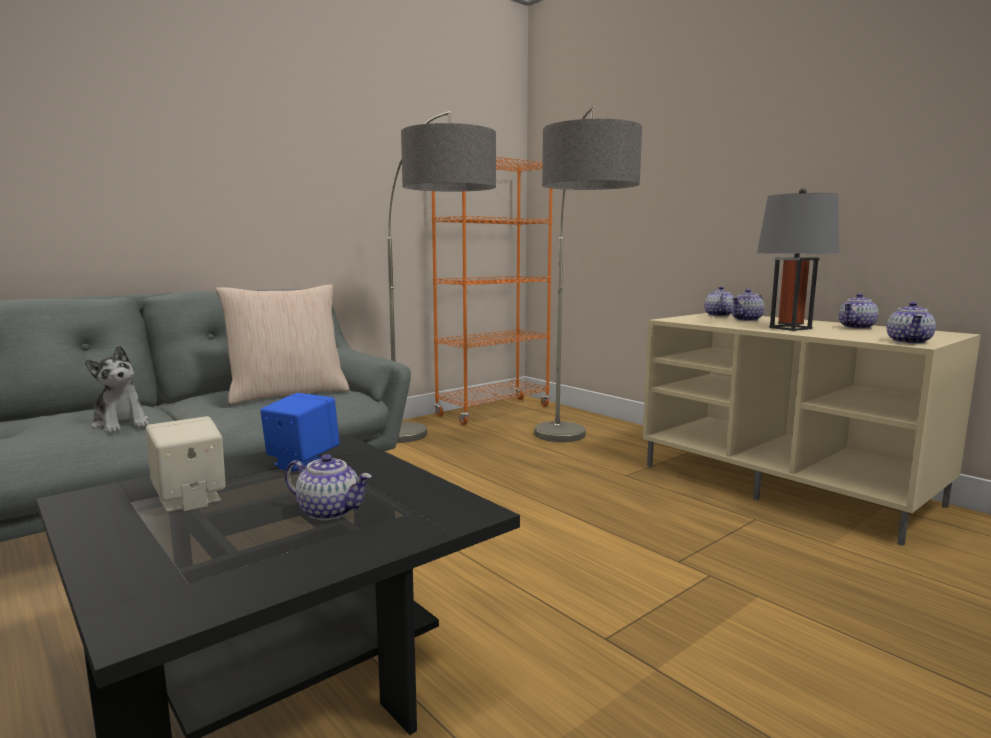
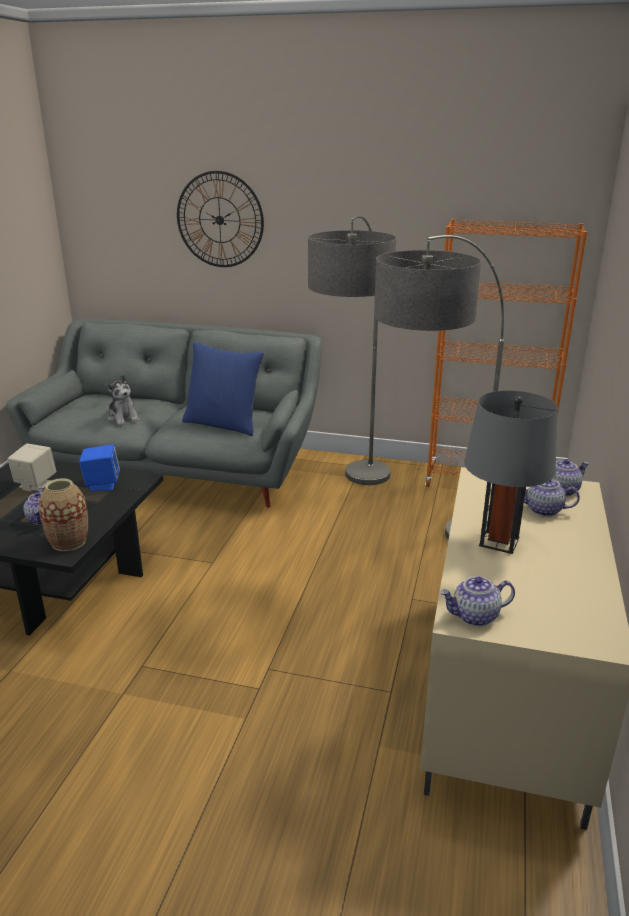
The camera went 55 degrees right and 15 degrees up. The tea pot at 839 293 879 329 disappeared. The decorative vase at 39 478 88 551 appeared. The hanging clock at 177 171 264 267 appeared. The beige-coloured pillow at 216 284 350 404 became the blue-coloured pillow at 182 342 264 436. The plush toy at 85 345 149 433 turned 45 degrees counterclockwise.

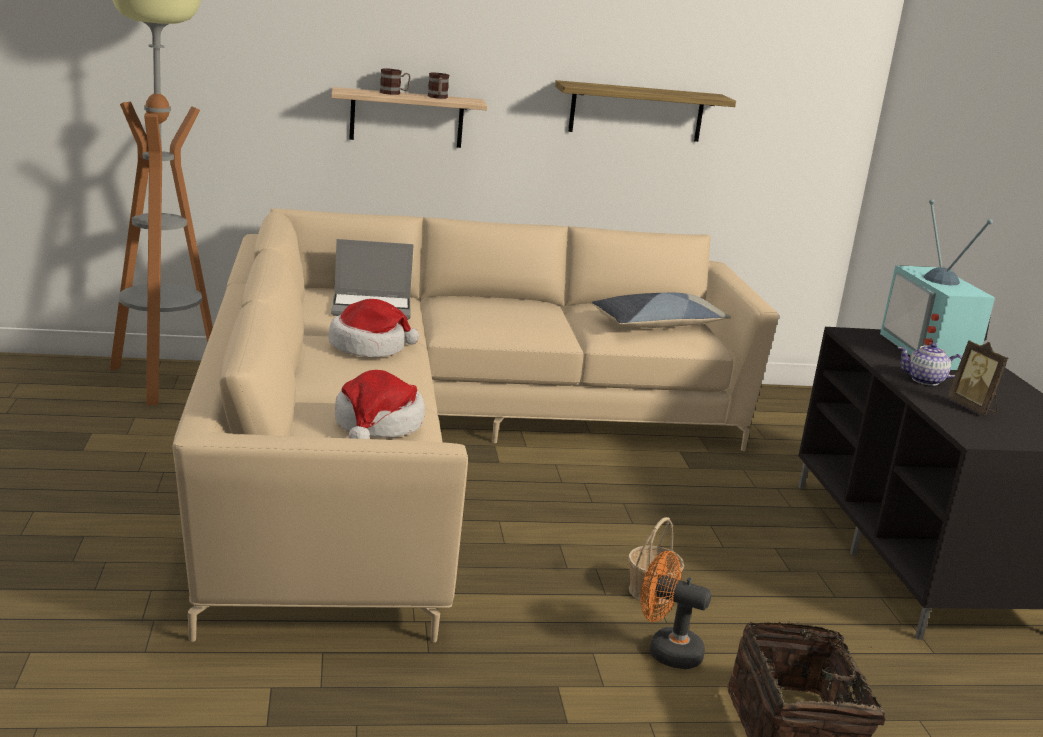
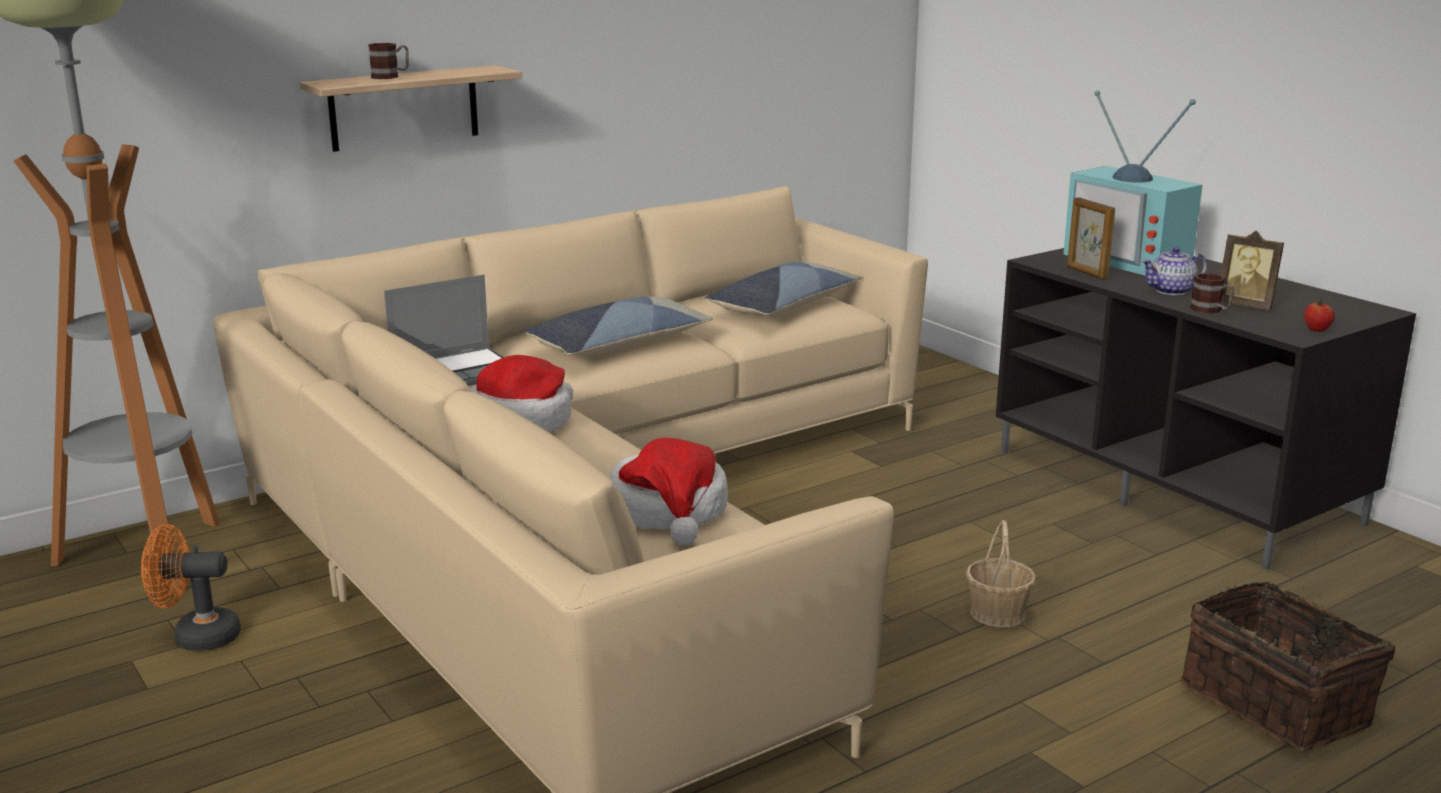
The camera went 25 degrees left and 0 degrees up. The shelf at 555 80 736 142 disappeared. The pillow at 524 297 712 355 appeared. The photo frame at 1067 197 1115 279 appeared. The apple fruit at 1304 298 1335 332 appeared. The tea mug moved from 428 73 449 99 to 1190 273 1234 313. The orange-coloured cooling fan moved from 640 551 712 669 to 141 524 241 651.

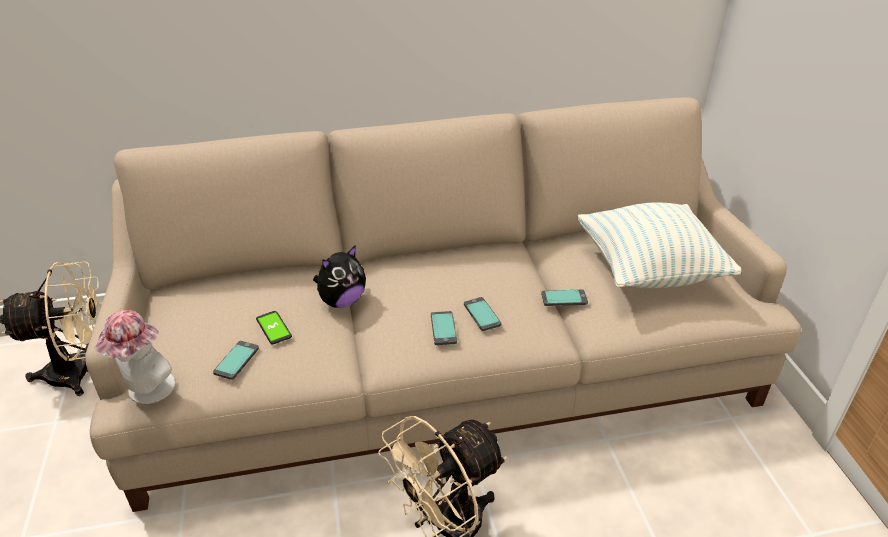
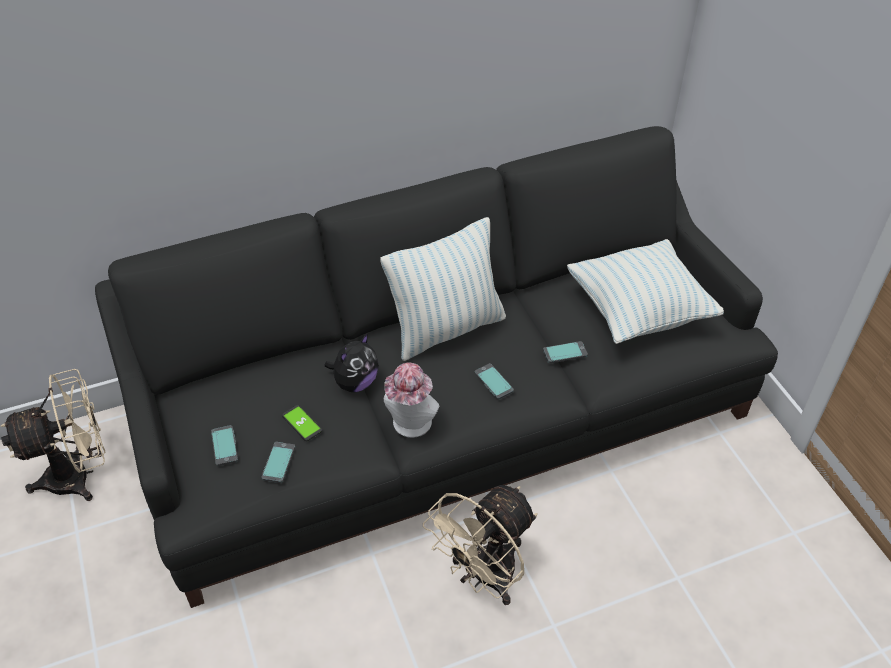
The camera went 10 degrees left and 10 degrees up. The pillow at 380 217 506 361 appeared. The hat moved from 94 310 175 404 to 384 363 439 438. The telephone moved from 431 311 457 345 to 211 425 238 466. The beige-coloured couch at 85 97 801 512 became the black couch at 95 126 778 608.

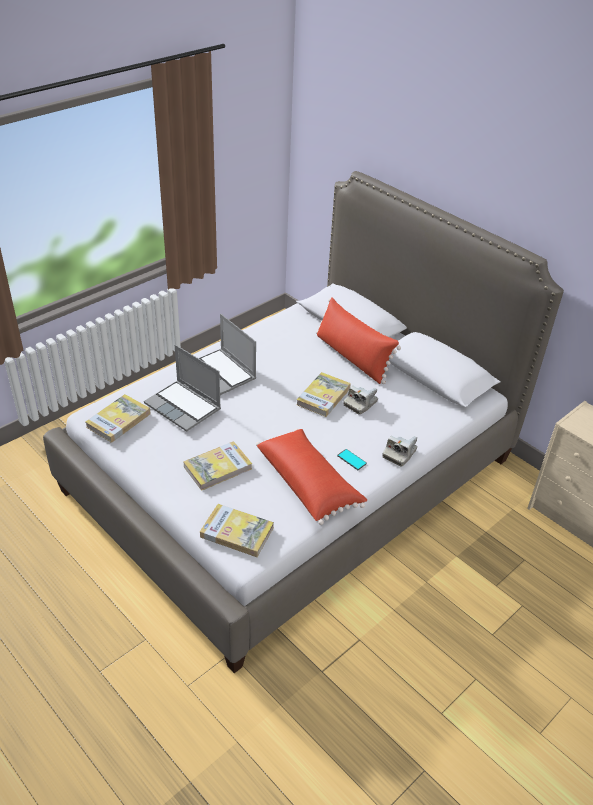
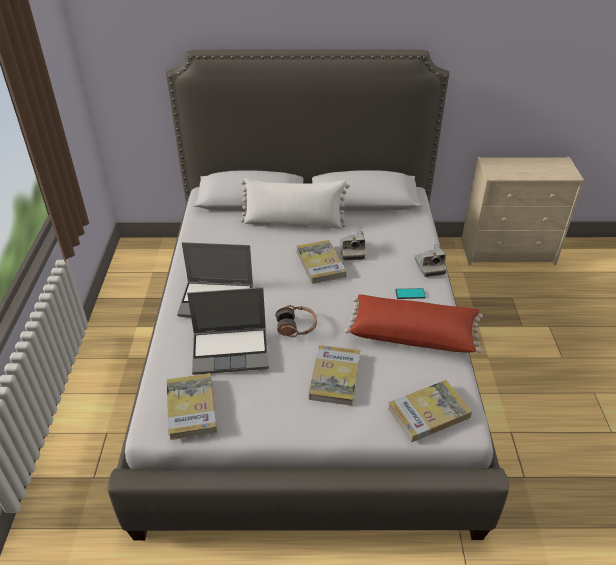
The camera went 45 degrees left and 0 degrees up. The headphones at 276 305 317 337 appeared. The reddish pillow at 316 297 401 384 became the white pillow at 240 178 349 229.

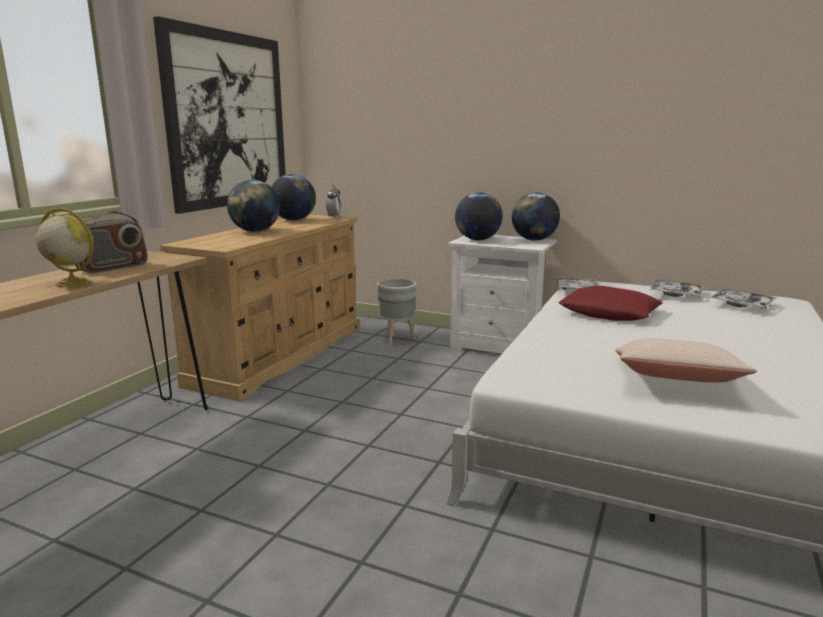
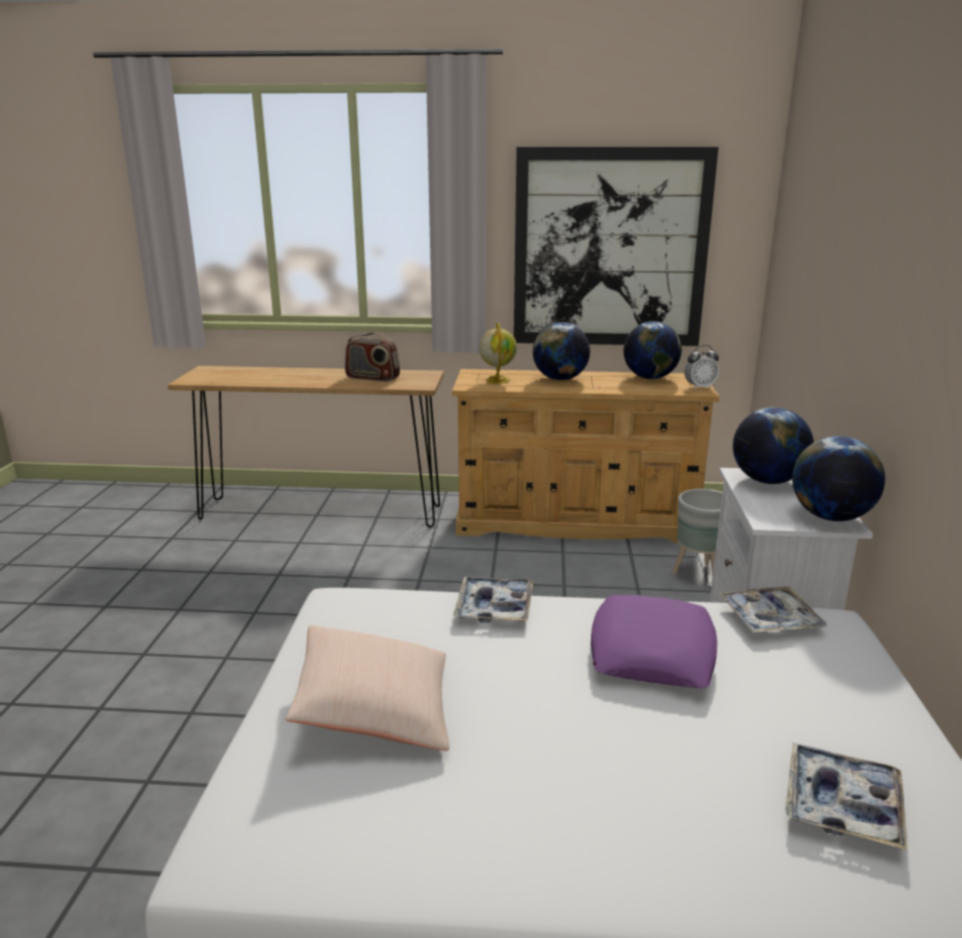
The camera went 70 degrees right and 5 degrees up. The desk globe moved from 36 208 93 288 to 479 323 517 384. The carrying tray moved from 650 280 704 297 to 453 577 533 623. The reddish pillow at 558 286 663 321 became the purplish pillow at 591 595 717 688.

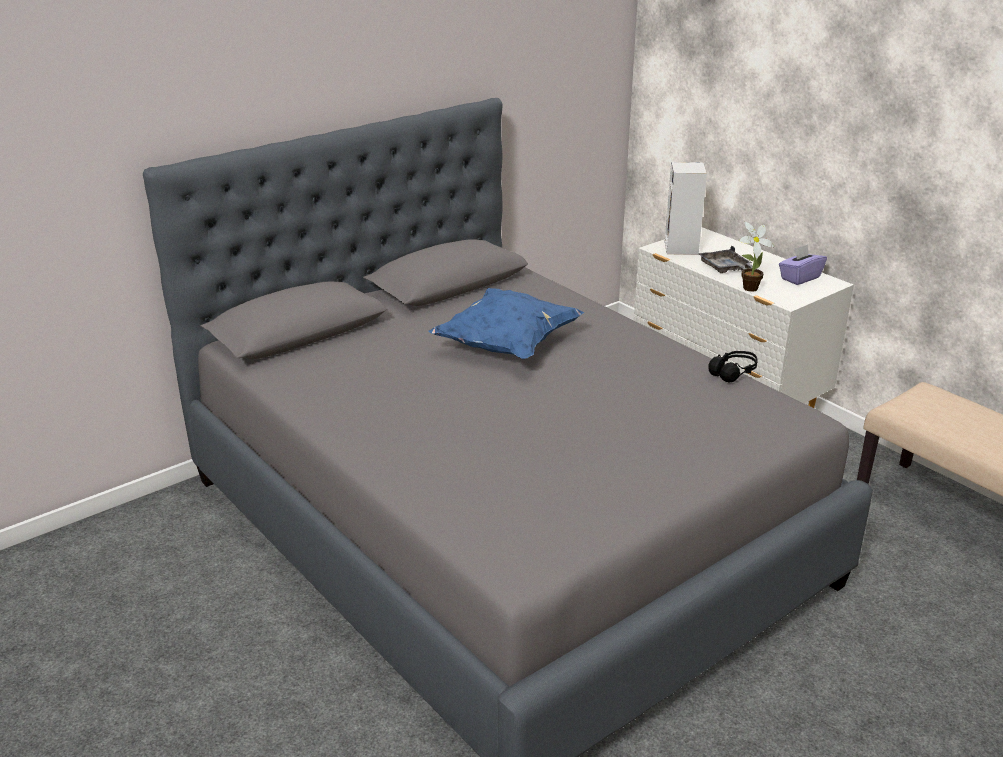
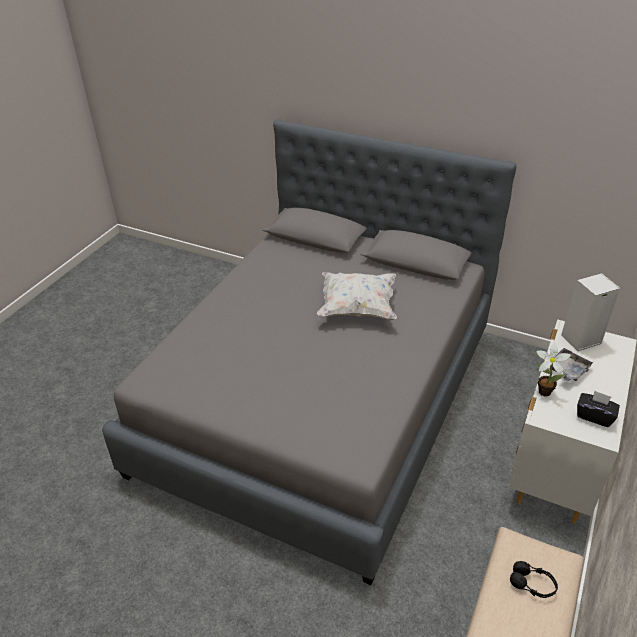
The camera went 65 degrees right and 10 degrees up. The black headphones moved from 708 351 757 382 to 510 561 558 598. The blue-coloured pillow at 429 288 584 359 became the white pillow at 317 272 397 320. The purplish tissue box at 779 244 827 285 became the black tissue box at 577 391 620 427.

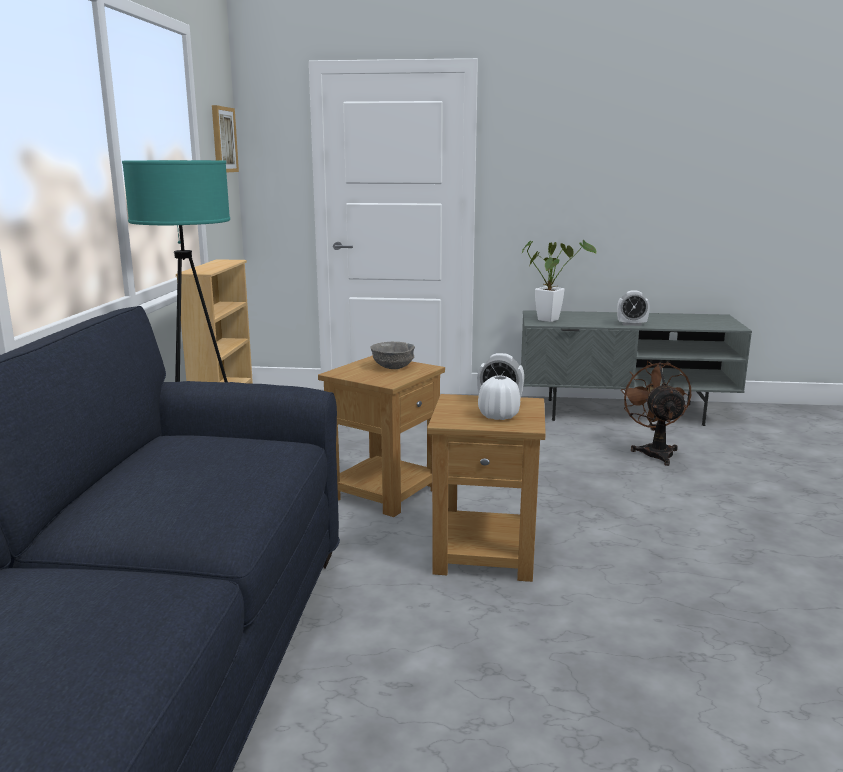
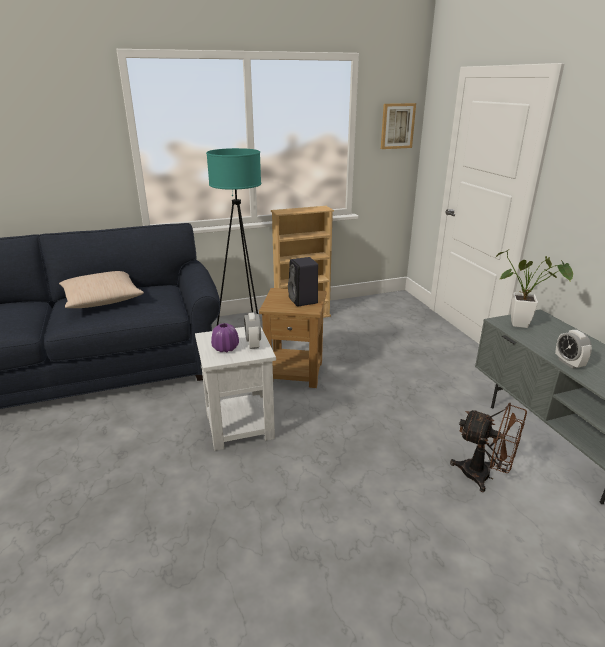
The camera went 65 degrees right and 10 degrees up. The beige-coloured pillow at 59 271 144 308 appeared. The gray deep dish at 370 342 415 369 was replaced by the black speaker at 288 257 318 306. The brown-coloured accent table at 427 394 546 582 became the white accent table at 195 327 276 451. The white decorative vase at 478 375 520 420 became the purplish decorative vase at 211 323 239 353. The brown-coloured cooling fan at 621 361 691 466 turned 60 degrees clockwise.

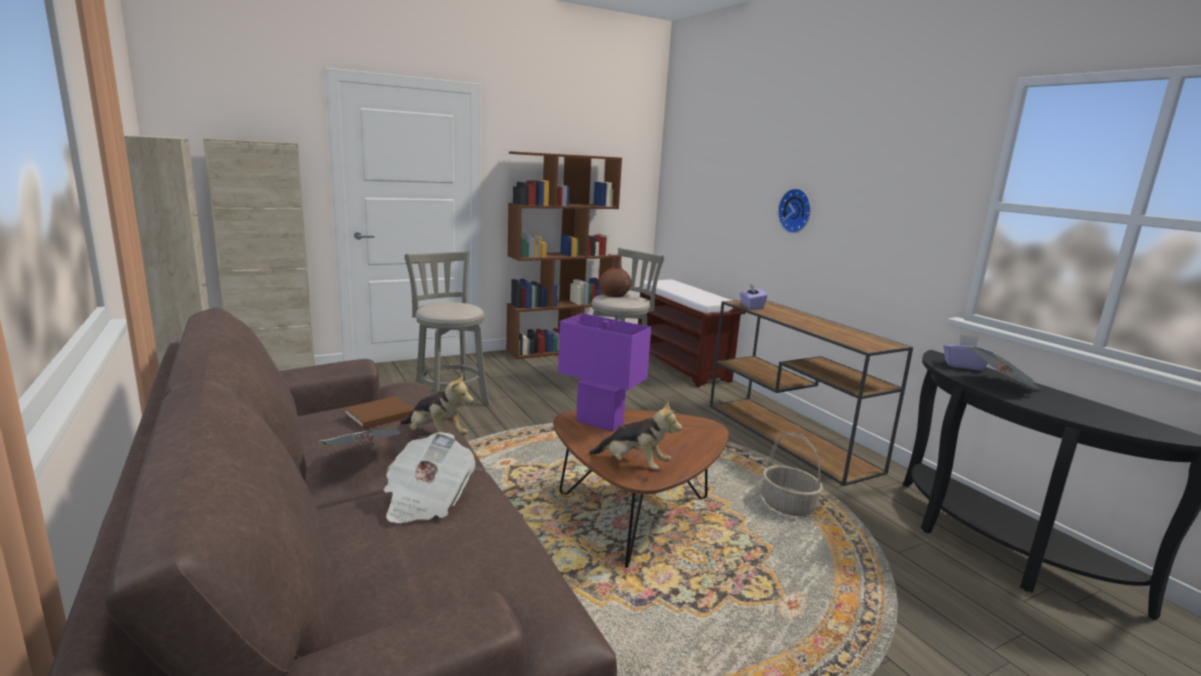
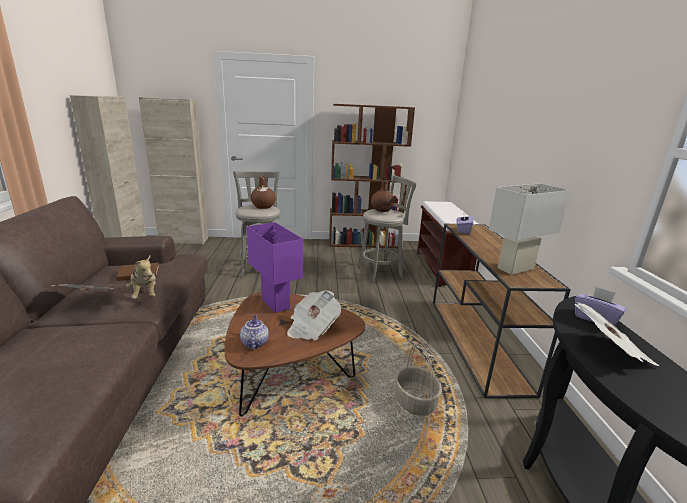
The camera went 25 degrees right and 5 degrees up. The hanging clock at 778 188 811 233 disappeared. The brown-coloured decorative vase at 251 176 276 209 appeared. The white table lamp at 489 183 571 275 appeared. The printed paper moved from 384 432 476 523 to 287 290 341 340. The plush toy at 589 401 682 470 was replaced by the tea pot at 240 315 269 349.

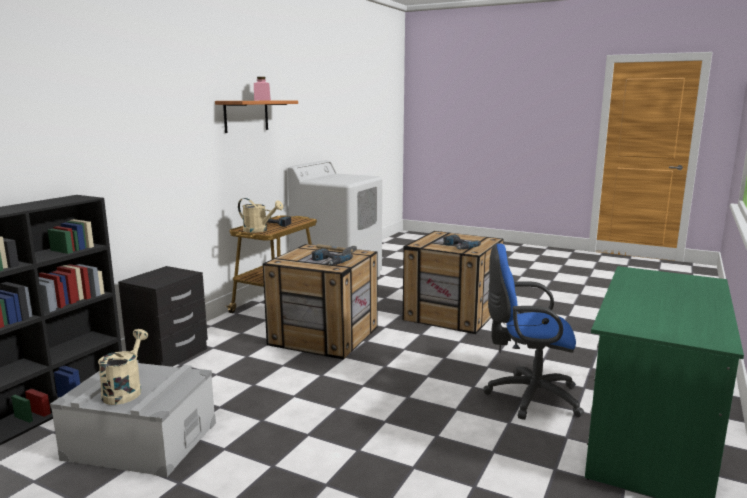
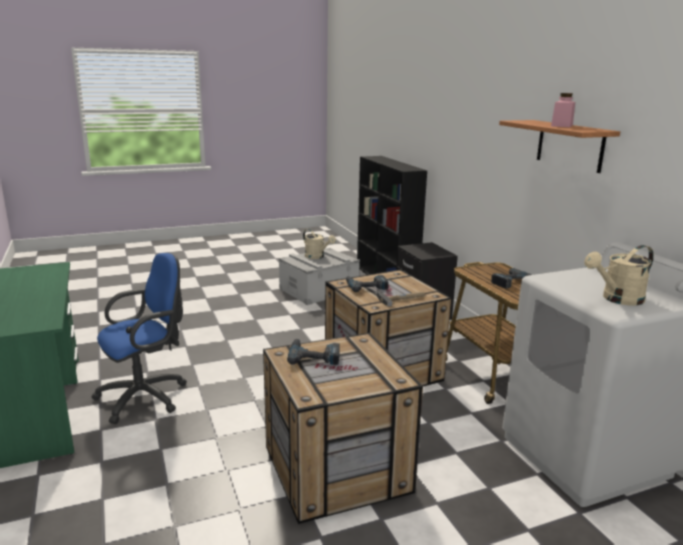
The camera went 130 degrees right and 5 degrees up. The beige-coloured watering can moved from 238 198 284 233 to 584 245 654 305.

